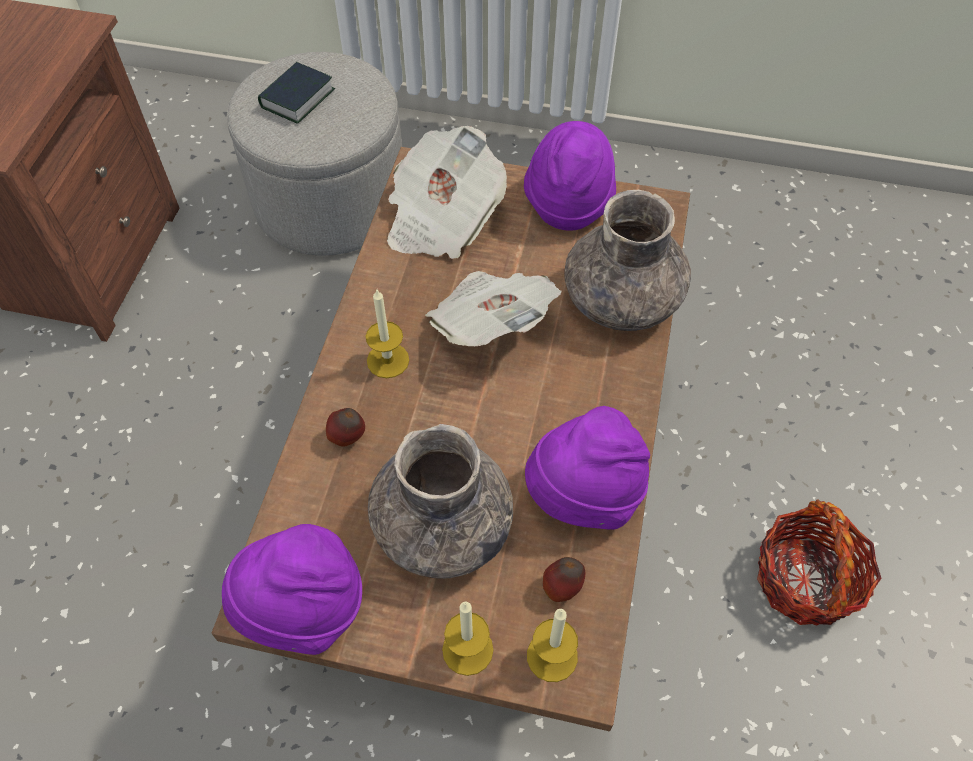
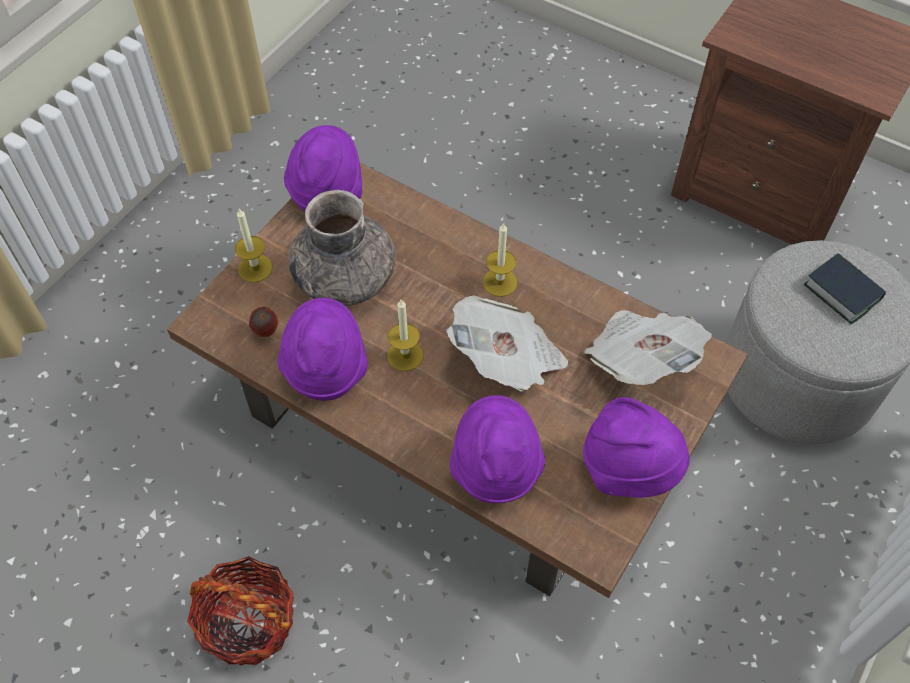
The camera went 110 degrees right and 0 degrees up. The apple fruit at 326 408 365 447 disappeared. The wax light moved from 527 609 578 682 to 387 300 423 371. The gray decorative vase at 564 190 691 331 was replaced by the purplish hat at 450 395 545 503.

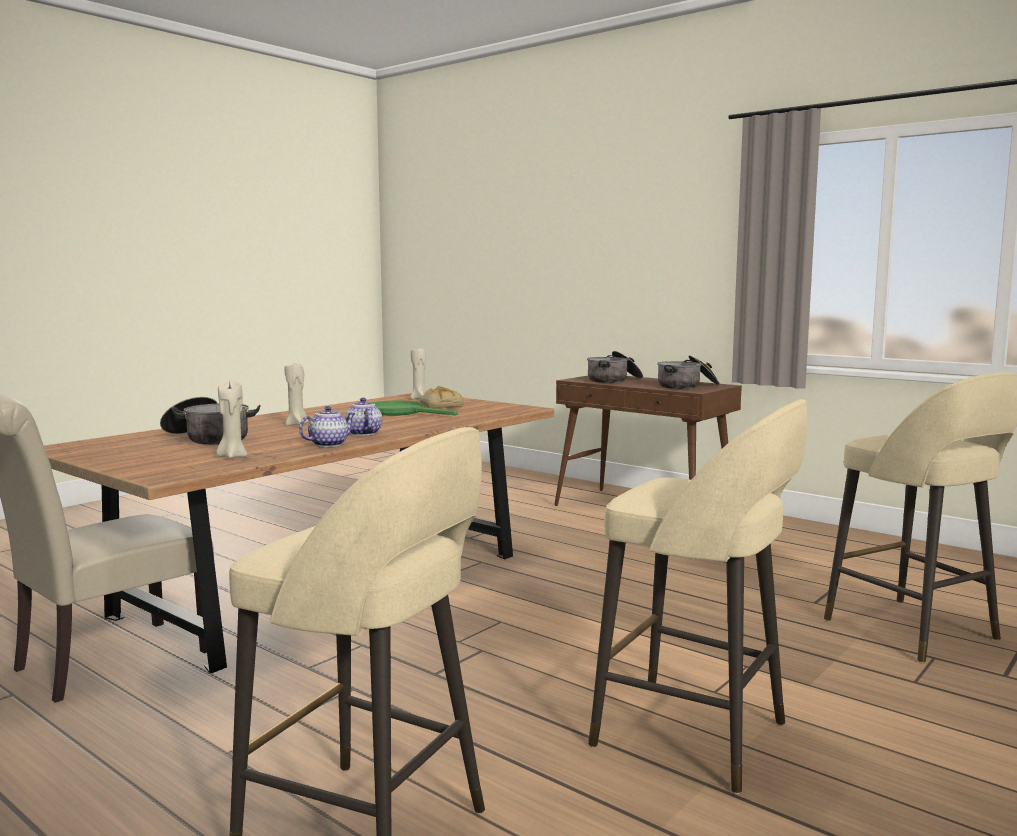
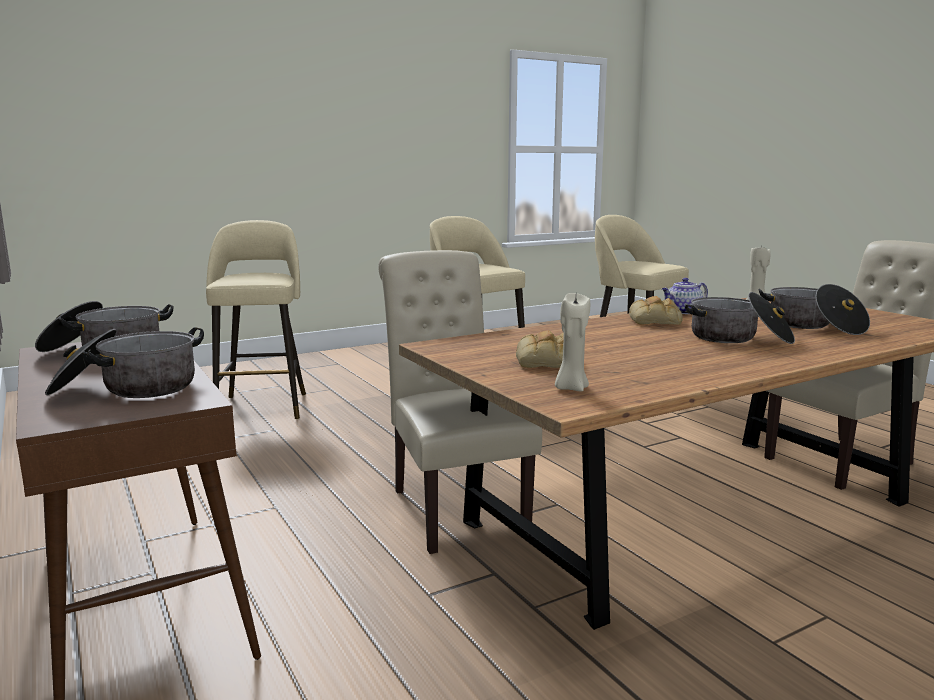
The camera went 160 degrees left and 5 degrees up. The green skillet at 372 401 458 416 disappeared. The beige-coloured chair at 378 250 542 554 appeared. The beige-coloured wax light at 285 364 308 426 was replaced by the cooking pot at 685 292 795 344. The tea pot at 345 398 382 436 was replaced by the bread at 629 296 683 325.

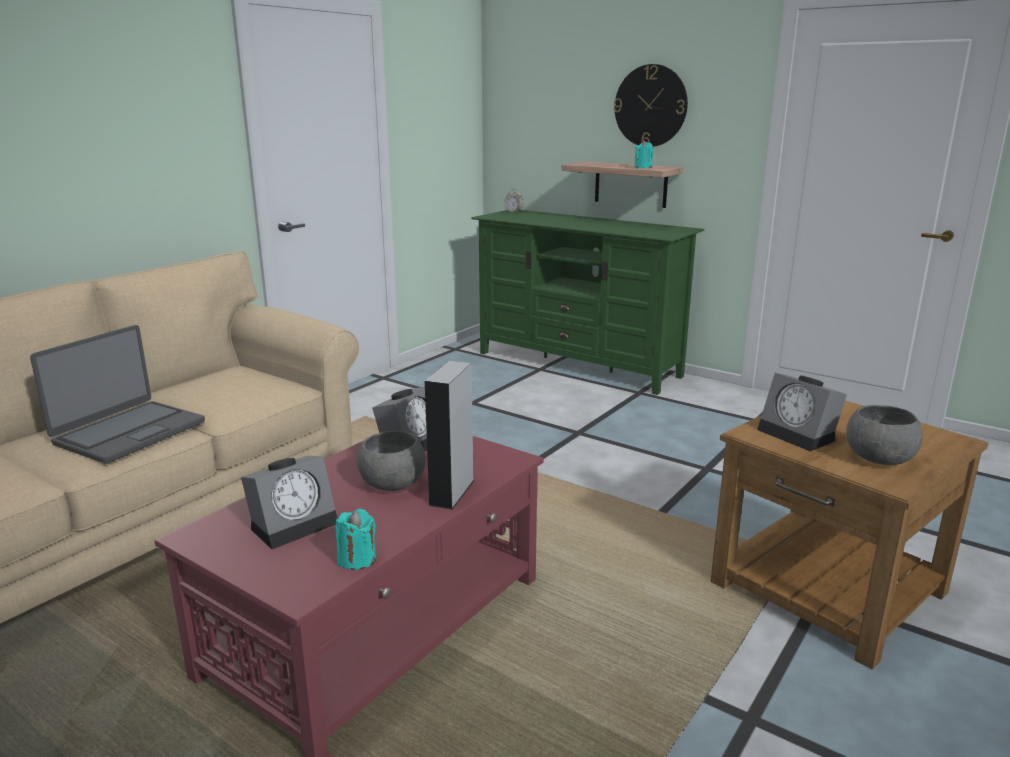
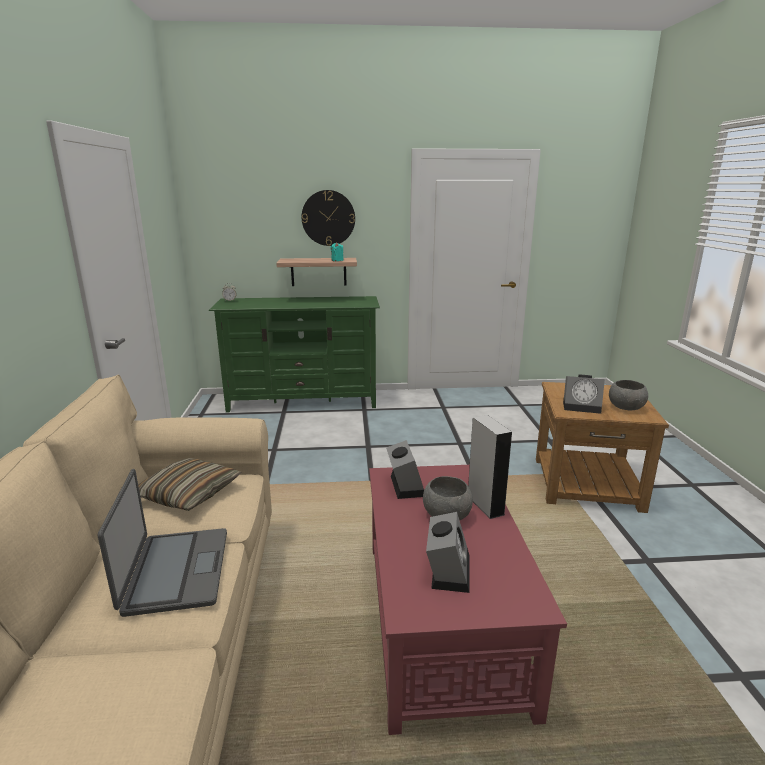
The camera went 40 degrees left and 0 degrees up. The blue-green wax light at 336 509 376 570 disappeared. The pillow at 138 458 242 511 appeared.

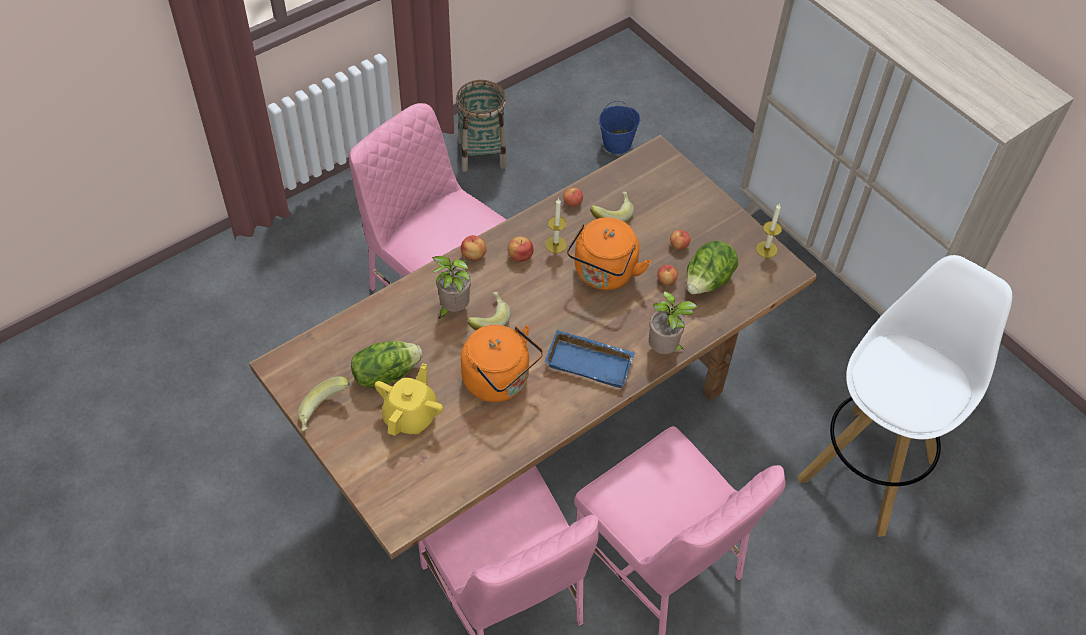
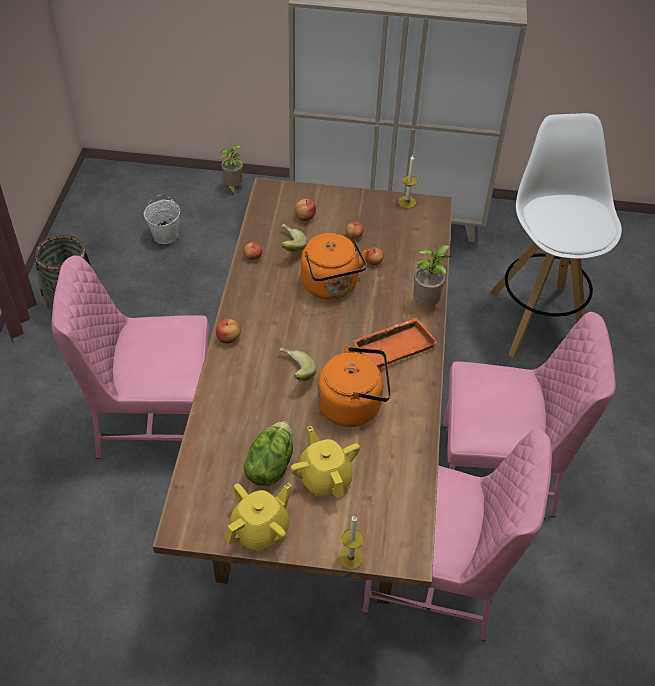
The camera went 45 degrees left and 5 degrees down. The head of lettuce at 687 241 738 294 disappeared. The potted plant moved from 432 256 471 319 to 219 145 243 195. The apple fruit moved from 507 237 534 262 to 295 199 316 221. The wax light moved from 545 199 567 253 to 338 516 364 569. The banana fruit at 298 376 350 431 was replaced by the yellow-coloured tea pot at 224 483 292 551. The blue-coloured carrying tray at 544 330 635 388 became the orange-coloured carrying tray at 353 318 437 368. The blue-coloured pail at 599 101 640 154 became the white pail at 144 195 180 244.

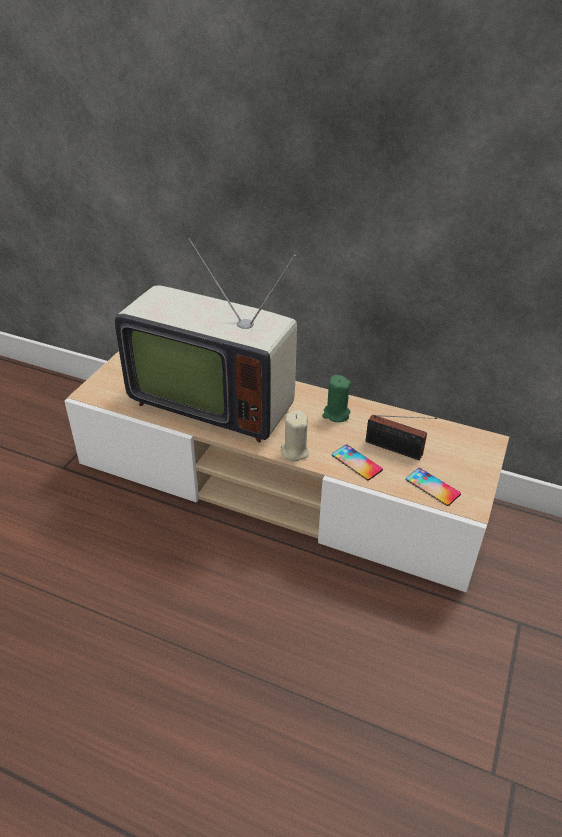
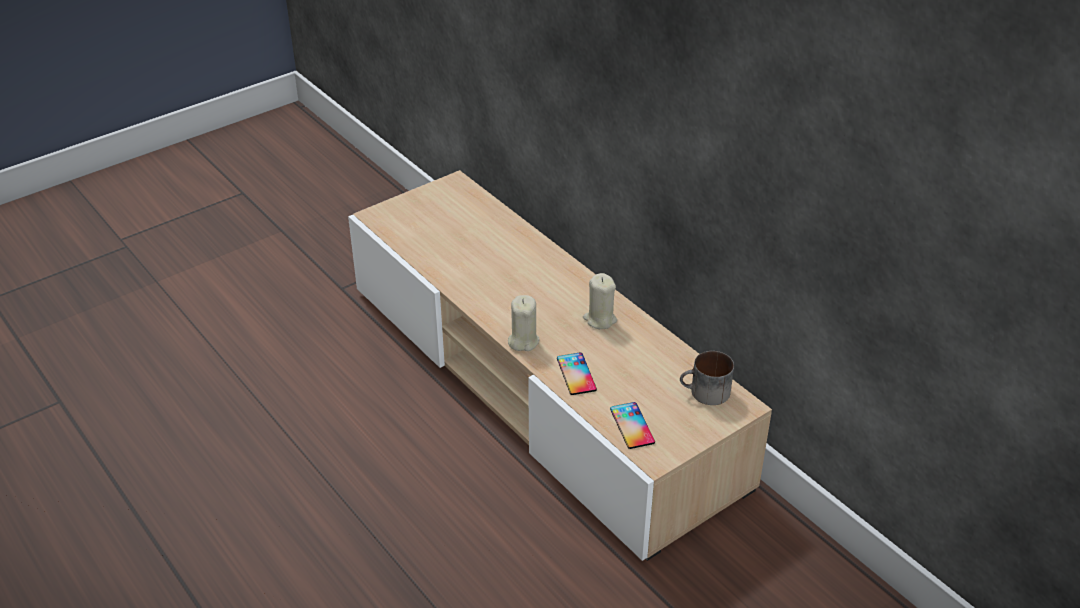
The camera went 30 degrees right and 0 degrees up. The television at 115 238 297 443 disappeared. The radio receiver at 366 415 437 460 disappeared. The tea mug at 680 351 734 405 appeared. The green wax light at 322 375 351 422 became the beige-coloured wax light at 583 273 617 329.

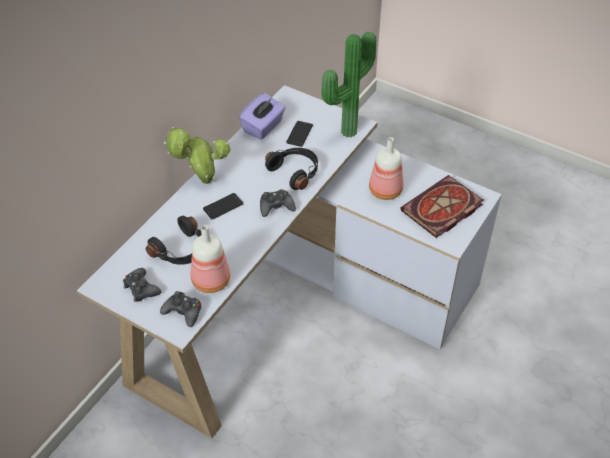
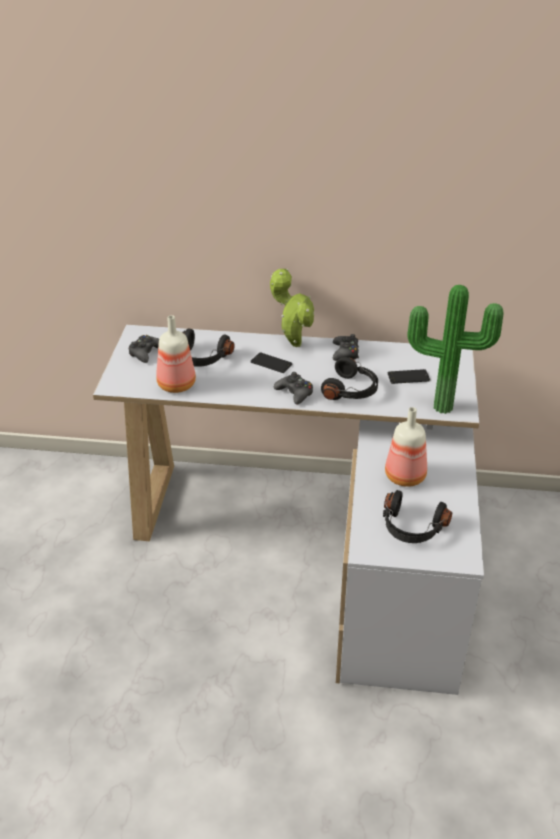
The camera went 65 degrees right and 10 degrees down. The purplish tissue box at 239 93 286 139 disappeared. The black joypad moved from 160 291 201 327 to 333 334 359 361. The book at 401 175 483 238 was replaced by the black headphones at 383 490 452 543.

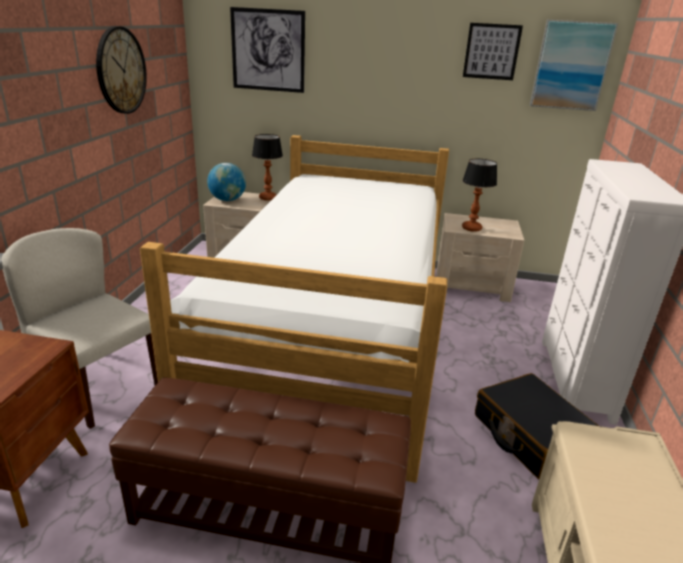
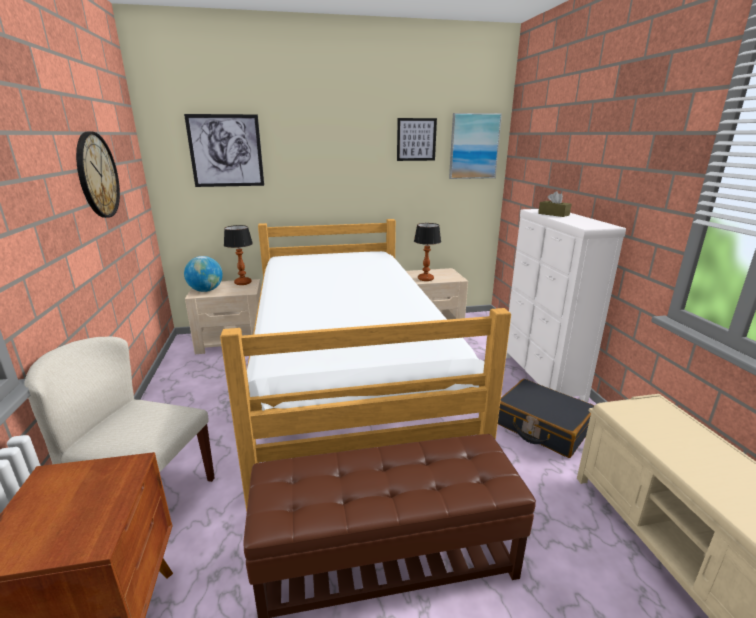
The camera went 20 degrees left and 5 degrees down. The brown-coloured tissue box at 538 191 571 217 appeared.

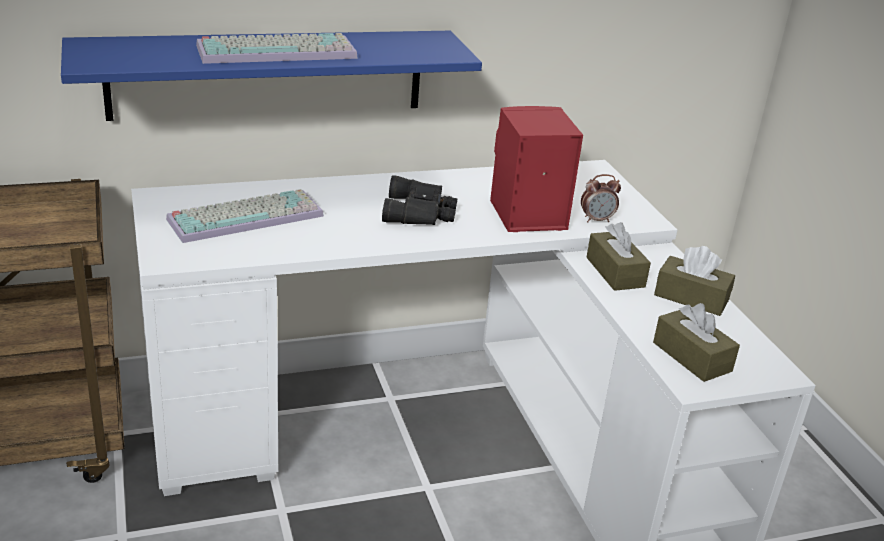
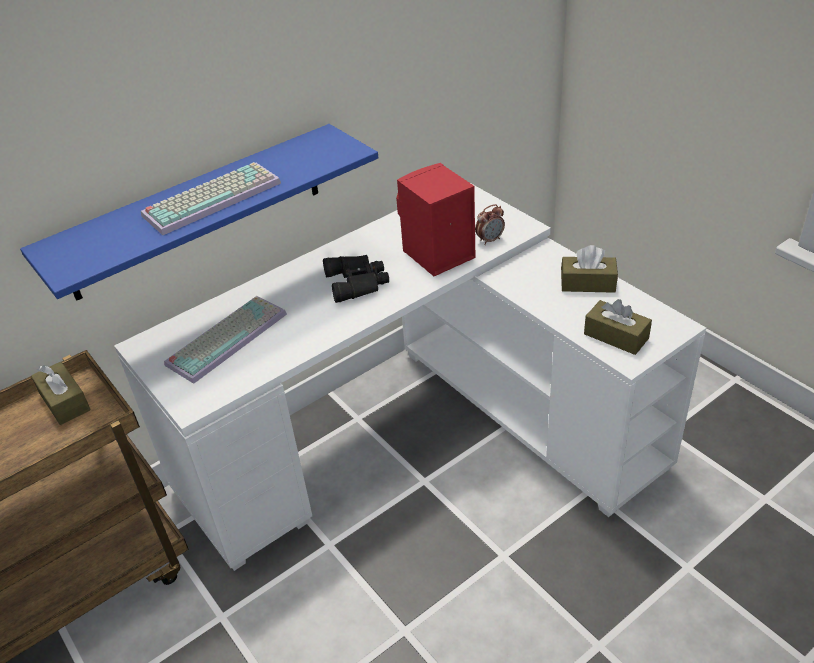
The camera went 15 degrees left and 10 degrees up. The brown-coloured tissue box moved from 586 222 651 291 to 31 362 91 425.

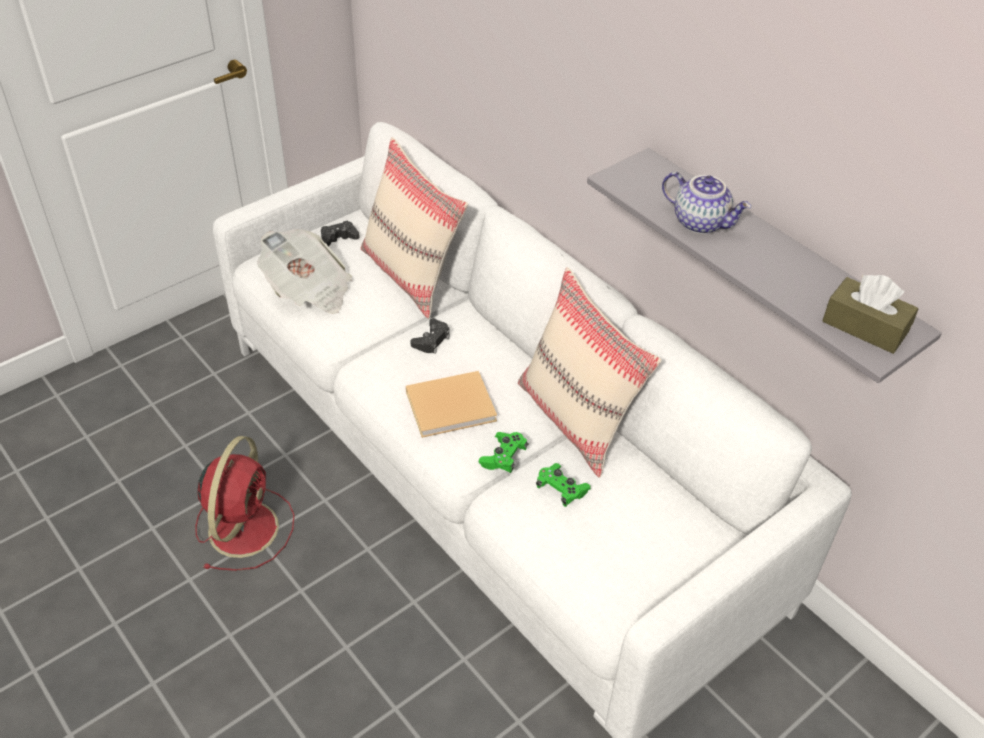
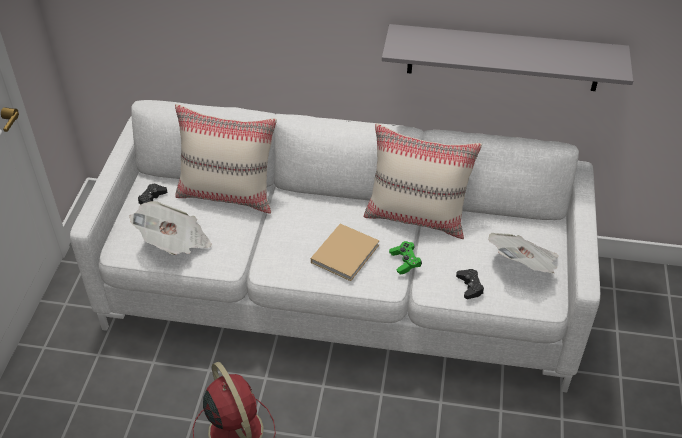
The camera went 40 degrees left and 0 degrees up. The green joypad at 536 463 591 507 disappeared. The tea pot at 662 172 751 234 disappeared. The brown-coloured tissue box at 822 275 919 354 disappeared. The printed paper at 488 233 558 274 appeared. The black joypad moved from 410 318 450 354 to 456 269 484 299.

